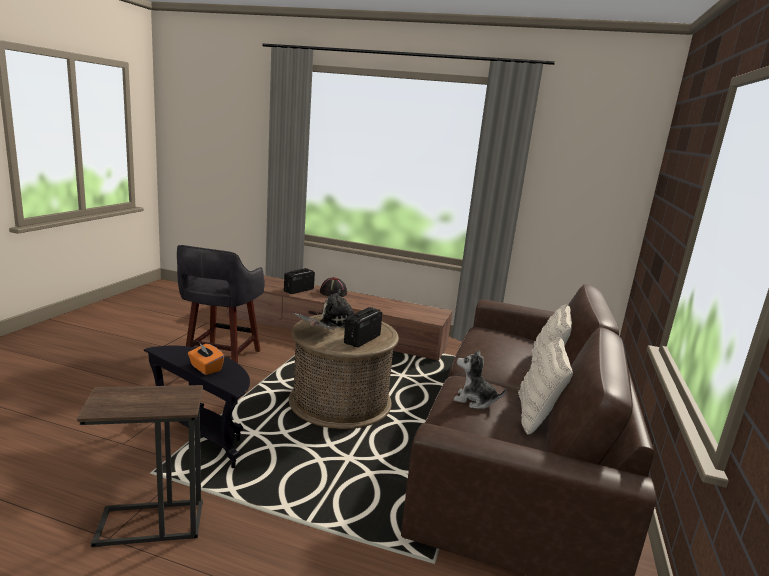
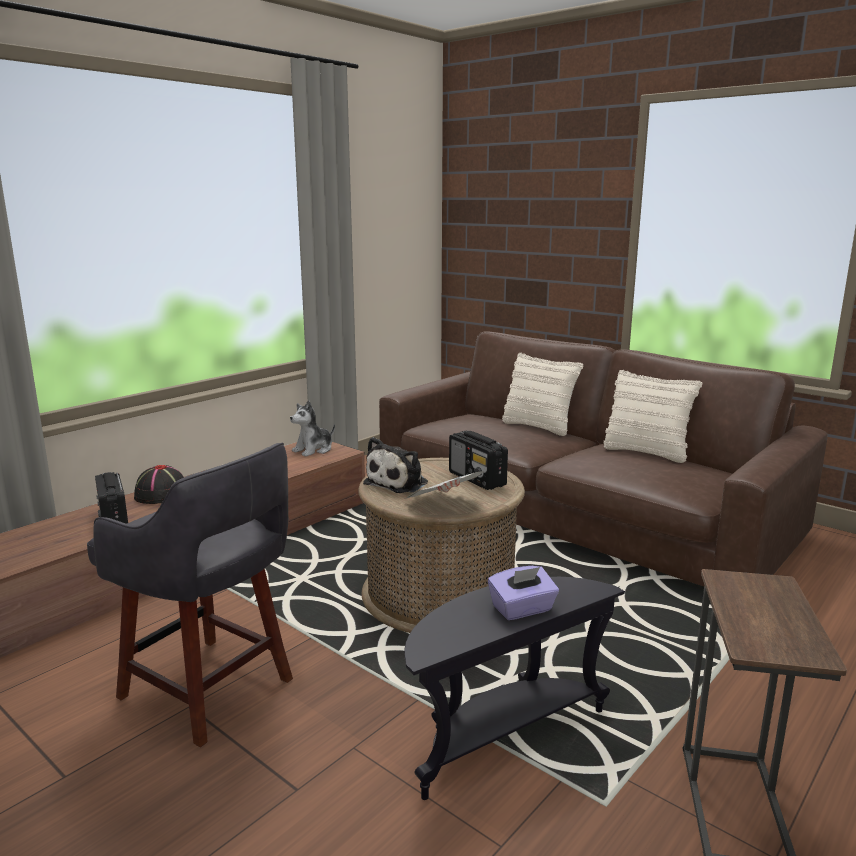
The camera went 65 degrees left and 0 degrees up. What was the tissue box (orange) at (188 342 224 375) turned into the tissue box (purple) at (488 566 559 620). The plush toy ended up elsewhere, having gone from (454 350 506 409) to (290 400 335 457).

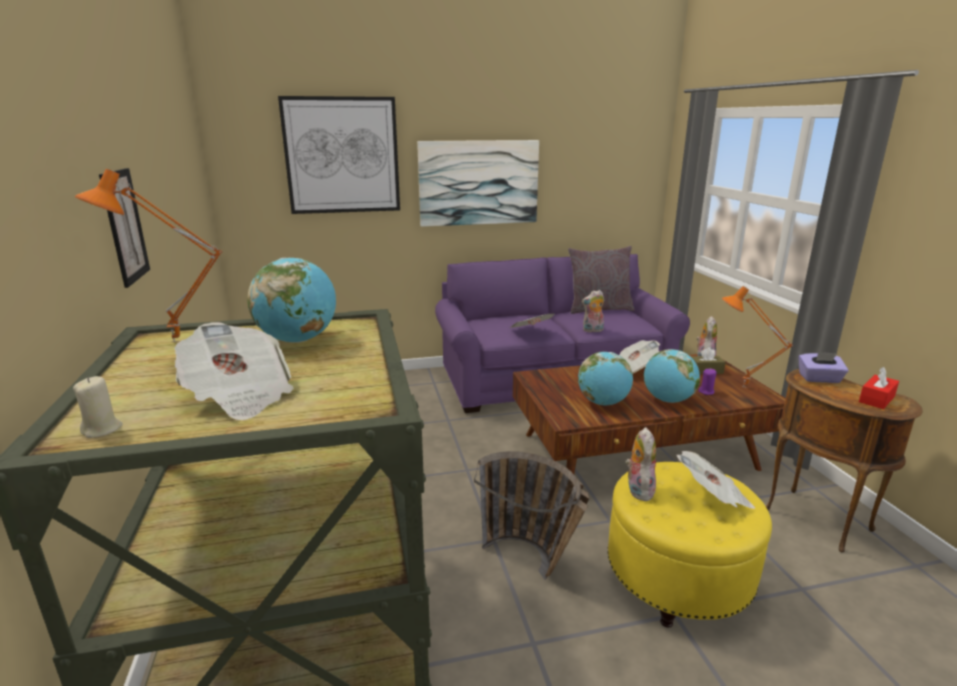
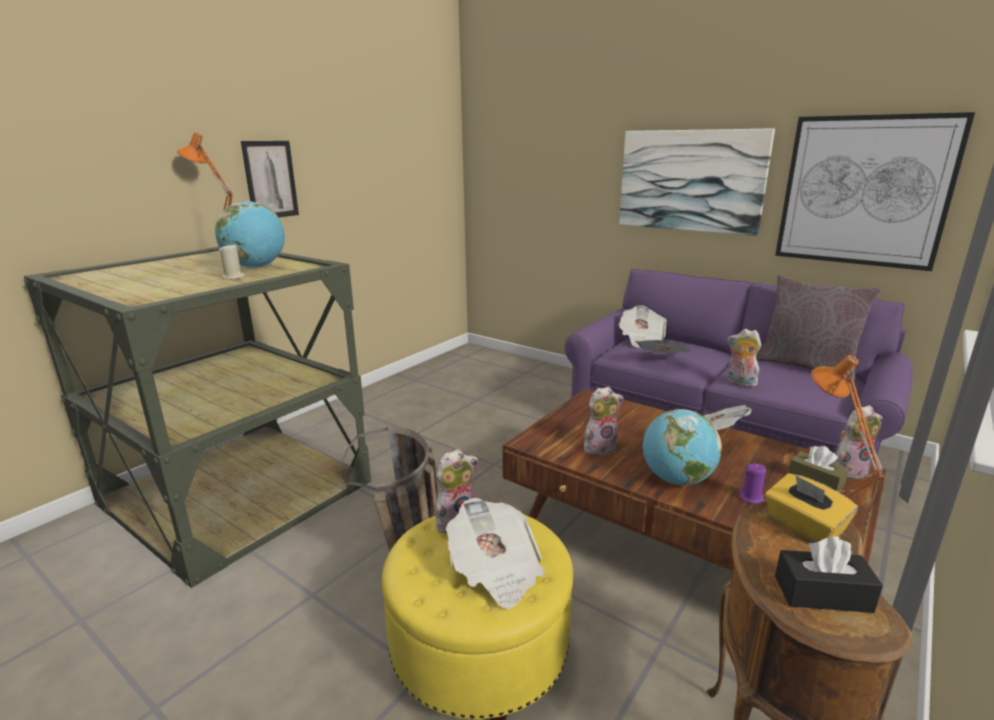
The camera went 50 degrees right and 0 degrees up. The candle (beige) ended up elsewhere, having gone from (73 376 123 438) to (219 243 246 279). The newspaper ended up elsewhere, having gone from (174 322 294 420) to (618 305 667 348). The picture ended up elsewhere, having gone from (278 96 400 214) to (775 112 975 271). Where the globe stood at (578 352 633 405), the plush toy came to stand at (584 387 624 455). What was the tissue box (purple) at (798 352 849 383) turned into the tissue box (yellow) at (765 473 858 543). What was the tissue box (red) at (859 367 899 409) turned into the tissue box (black) at (775 536 883 613).

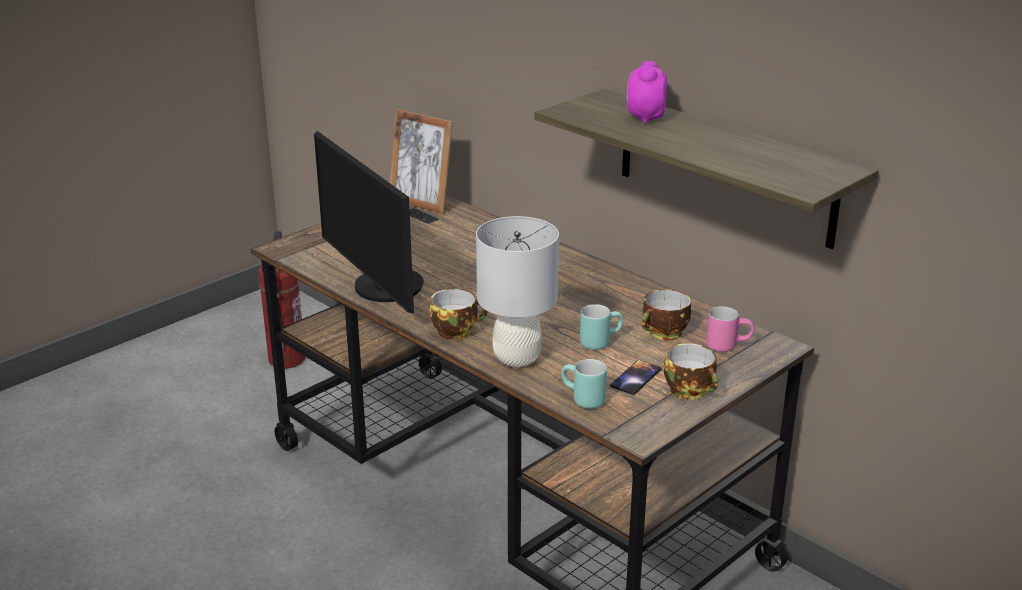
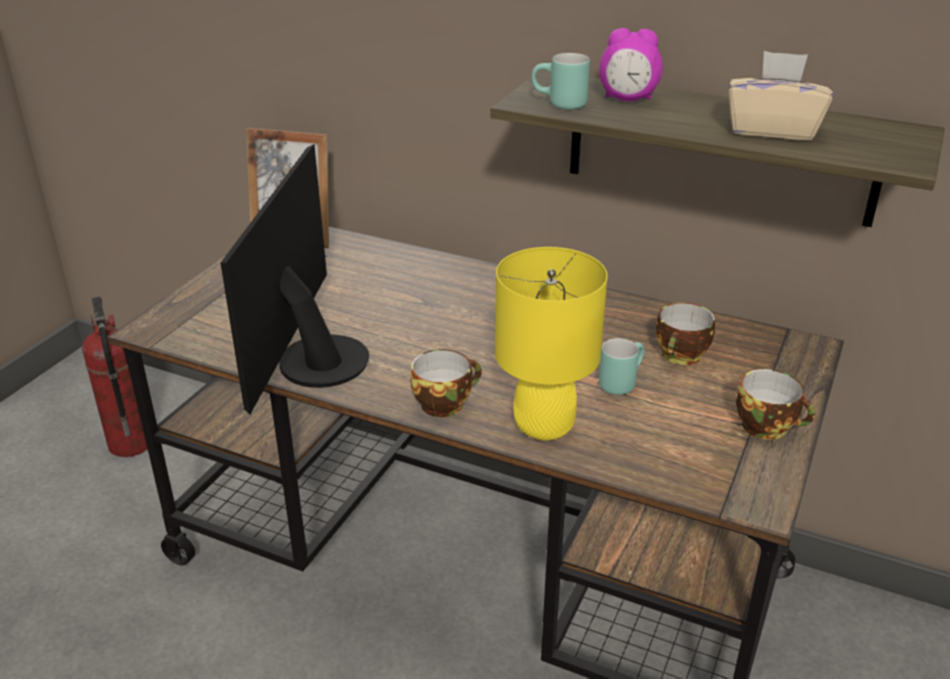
The camera went 20 degrees left and 5 degrees up. The monitor at (314 131 424 314) ended up facing another way, 60 degrees clockwise from before. What was the table lamp (grey) at (476 216 559 367) turned into the table lamp (yellow) at (495 247 608 441). The mug (turquoise) ended up elsewhere, having gone from (562 359 607 409) to (532 53 590 110). The second view lost the phone at (610 360 662 395). The alarm clock at (627 61 667 124) ended up facing another way, 75 degrees counterclockwise from before. The second view lost the mug (pink) at (706 306 754 352). The second view gained the tissue box (beige) at (728 51 833 140).

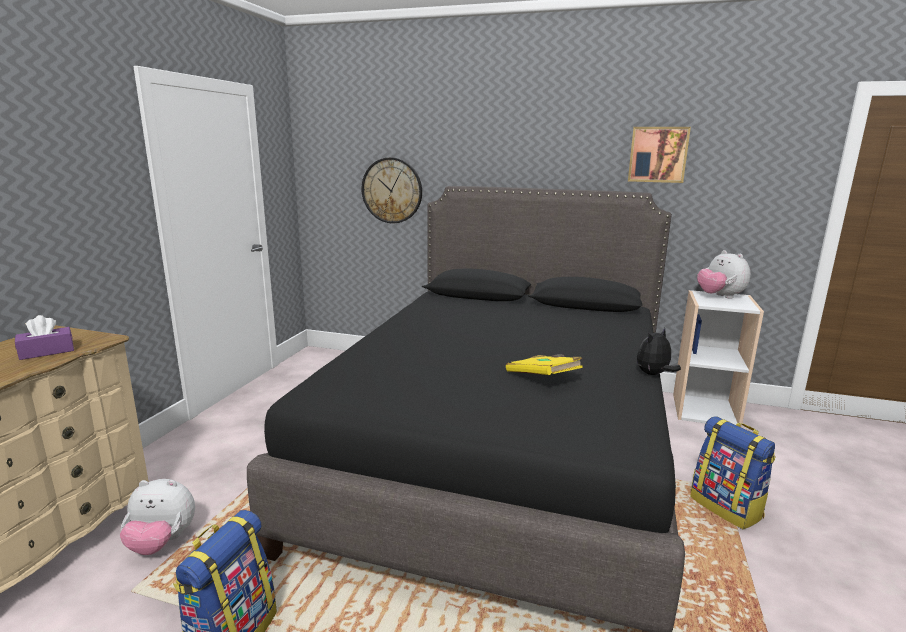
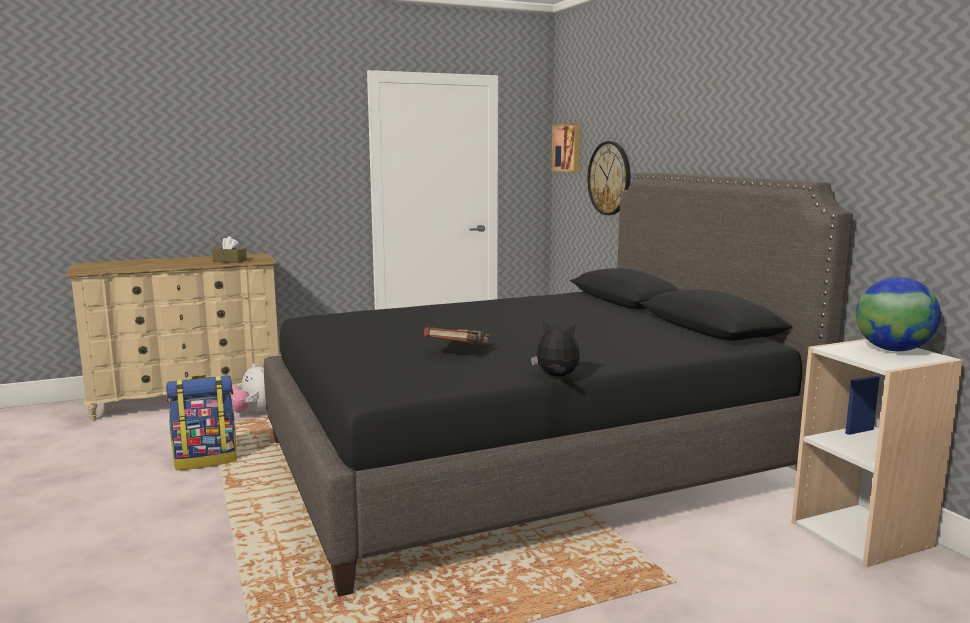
The camera went 50 degrees right and 5 degrees down. What was the tissue box (purple) at (15 315 74 360) turned into the tissue box (brown) at (212 236 247 263). What was the book (yellow) at (506 354 583 375) turned into the book (brown) at (424 327 490 345). The picture ended up elsewhere, having gone from (628 127 691 183) to (552 123 581 172). The second view lost the backpack at (690 416 776 530). Where the plush toy stood at (697 250 751 298), the globe came to stand at (856 277 941 351).

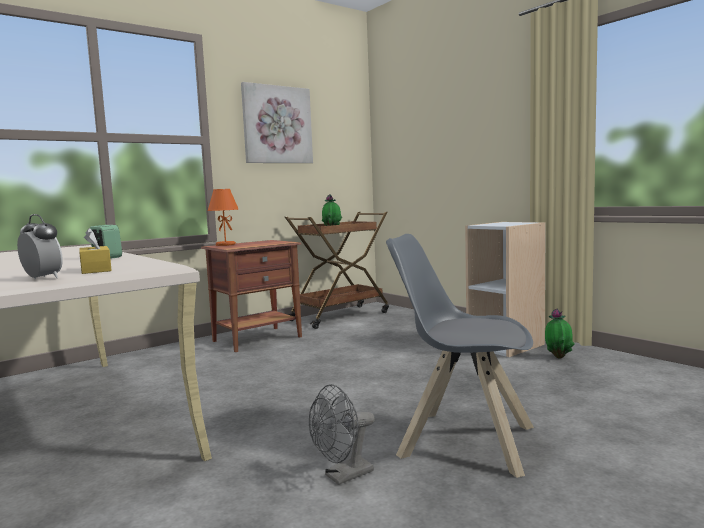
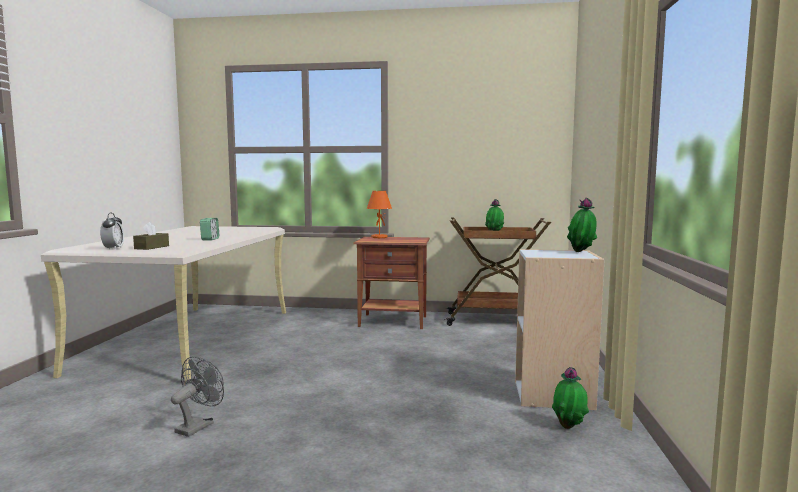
The camera went 45 degrees right and 0 degrees up. What was the tissue box (yellow) at (79 228 112 274) turned into the tissue box (brown) at (133 222 169 250). The second view lost the picture at (241 82 313 163). The fan (grey) at (309 384 375 485) ended up facing another way, 105 degrees clockwise from before. The second view lost the chair (grey) at (386 234 534 478). The second view gained the potted plant at (567 198 597 252).

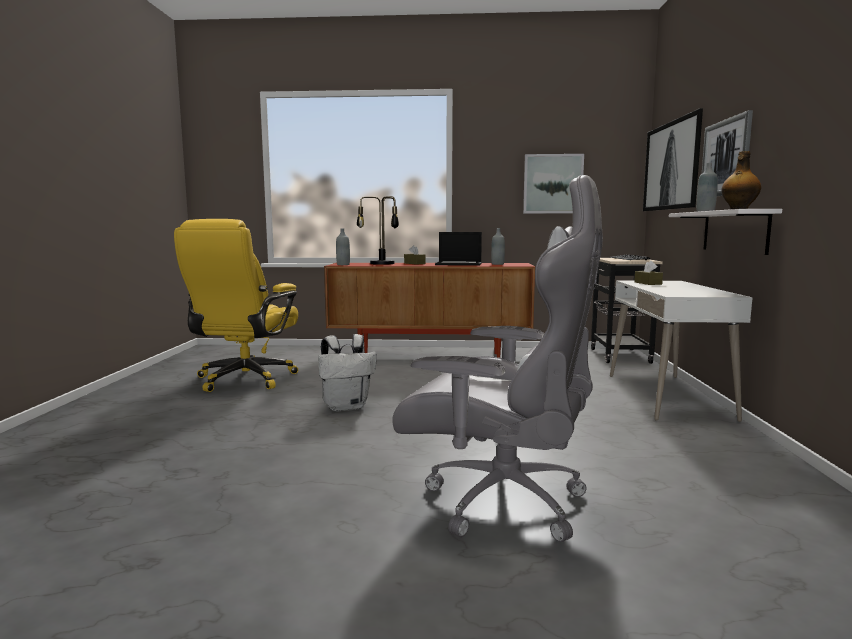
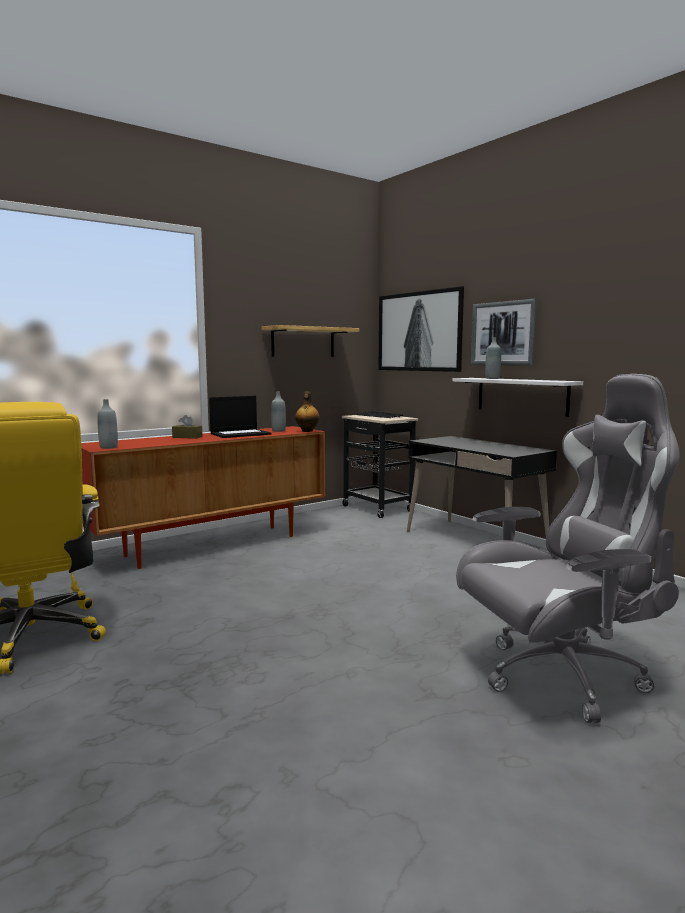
The camera went 40 degrees left and 0 degrees up. The second view lost the backpack (white) at (318 334 377 412). The second view lost the table lamp at (357 196 399 265). Where the picture hung at (523 154 584 214), the shelf came to hang at (262 325 359 357). What was the desk (white) at (610 281 753 422) turned into the desk (black) at (407 436 557 534). The second view lost the tissue box (brown) at (634 260 663 285). The bottle ended up elsewhere, having gone from (721 151 761 209) to (295 392 320 432).

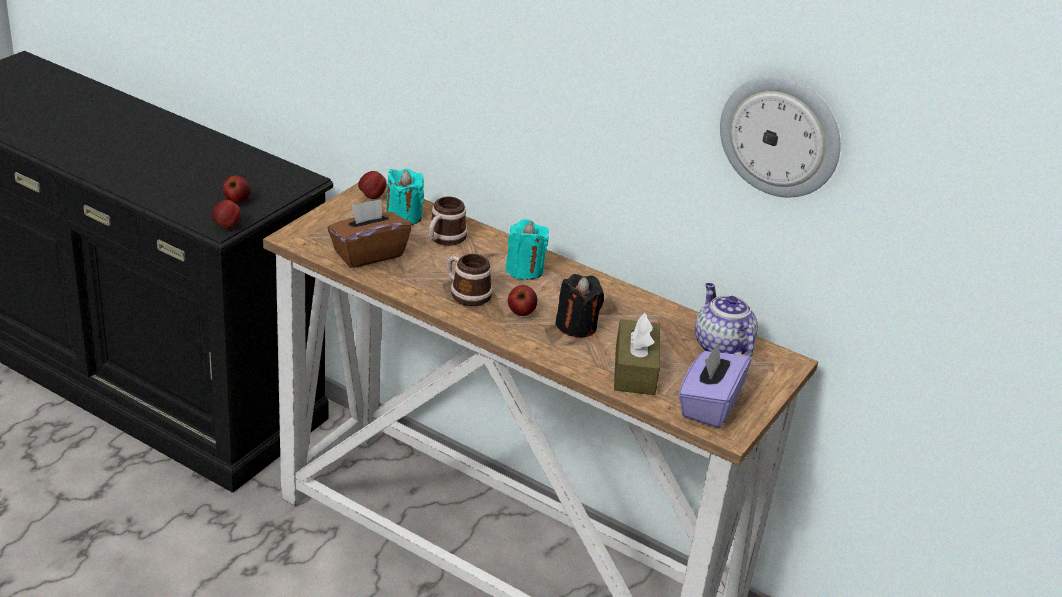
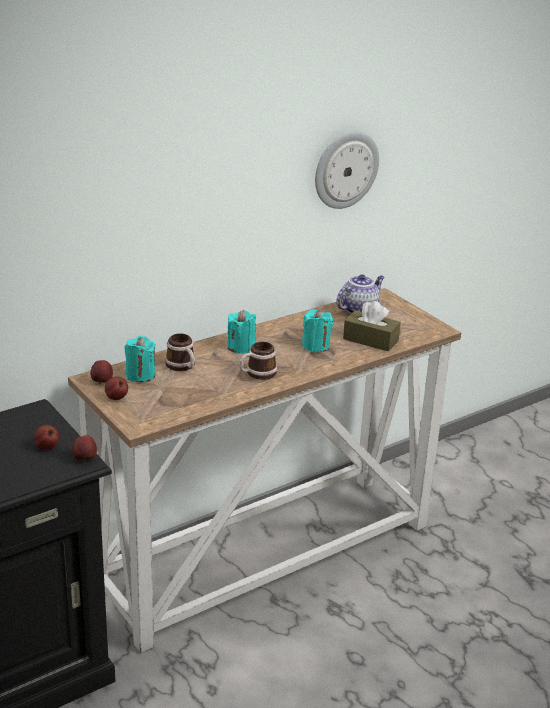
The camera went 65 degrees left and 5 degrees down. The second view lost the tissue box (brown) at (327 199 412 268). The apple ended up elsewhere, having gone from (508 285 538 316) to (105 377 128 400). What was the candle (black) at (555 274 604 338) turned into the candle (turquoise) at (302 309 333 352). The second view lost the tissue box (purple) at (678 343 751 428). The teapot at (695 283 758 357) ended up facing another way, 135 degrees clockwise from before.

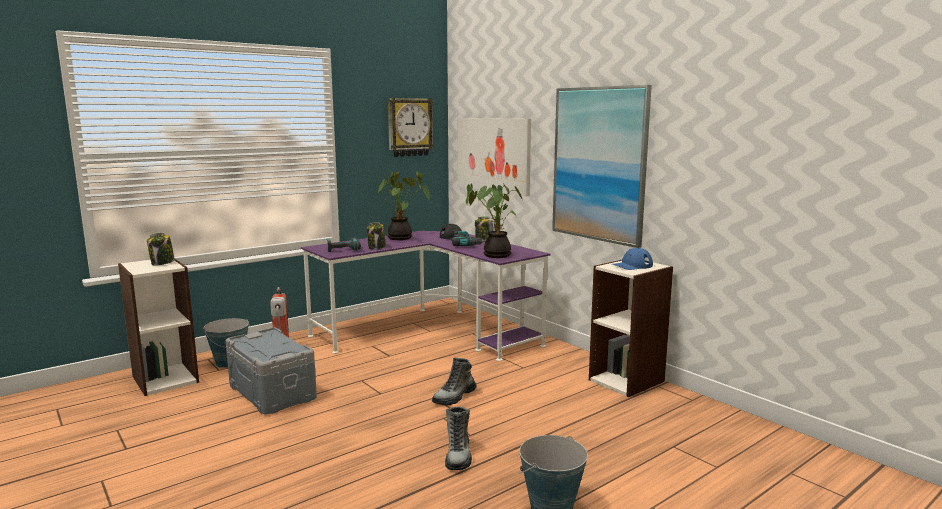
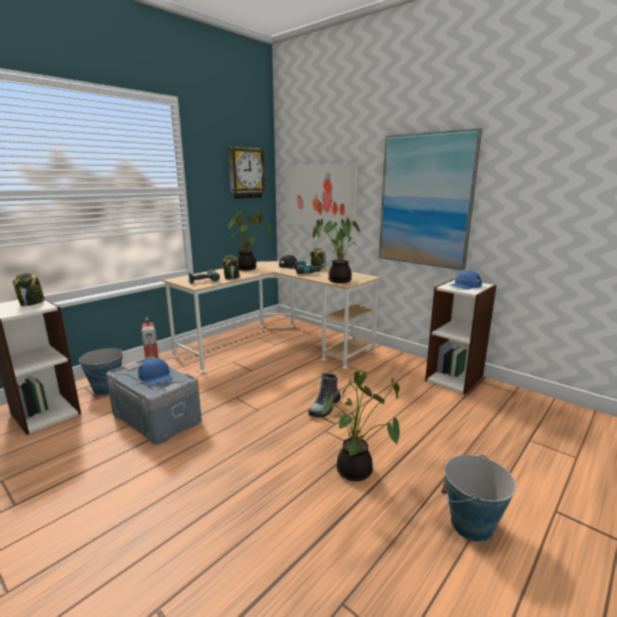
The camera went 10 degrees left and 5 degrees up. What was the desk (purple) at (301 231 551 361) turned into the desk (beige) at (163 261 381 372). Where the boot stood at (445 407 472 470), the potted plant came to stand at (322 371 400 481). The second view gained the cap (blue) at (138 358 173 385).

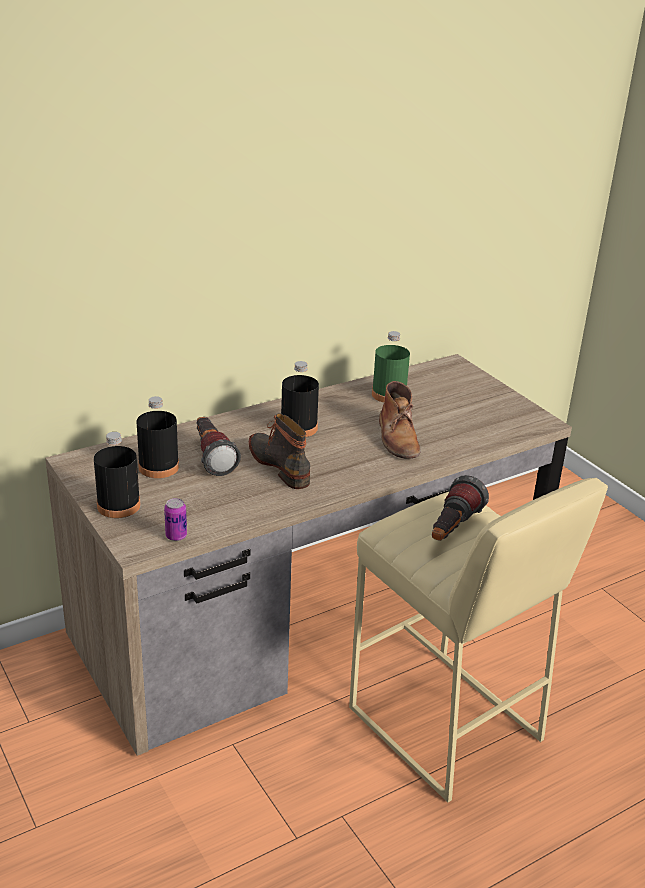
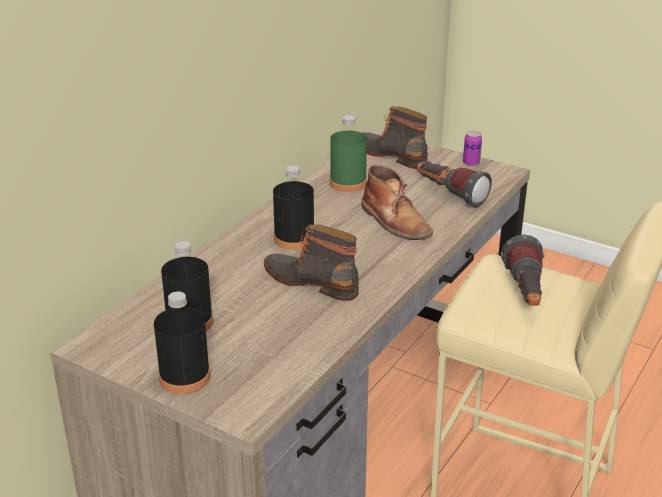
The camera went 25 degrees left and 0 degrees up. The can ended up elsewhere, having gone from (164 498 187 541) to (463 131 482 166). The flashlight ended up elsewhere, having gone from (196 417 241 476) to (417 162 492 207). The second view gained the boot at (362 106 428 169).

